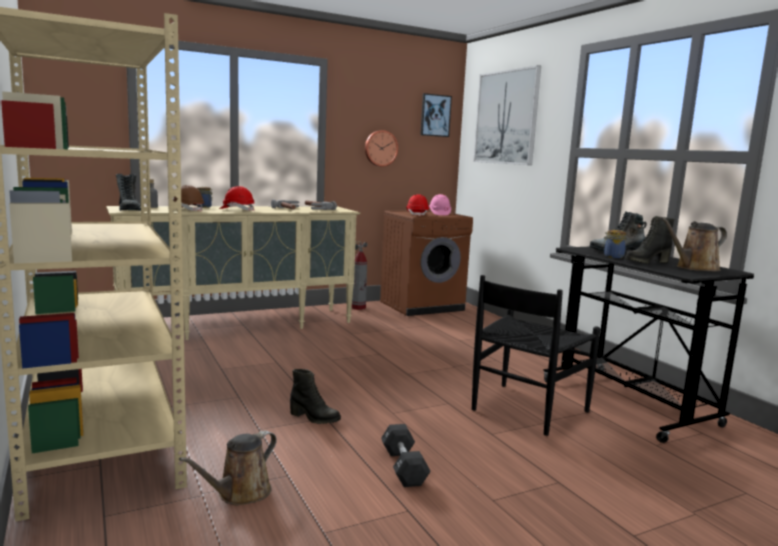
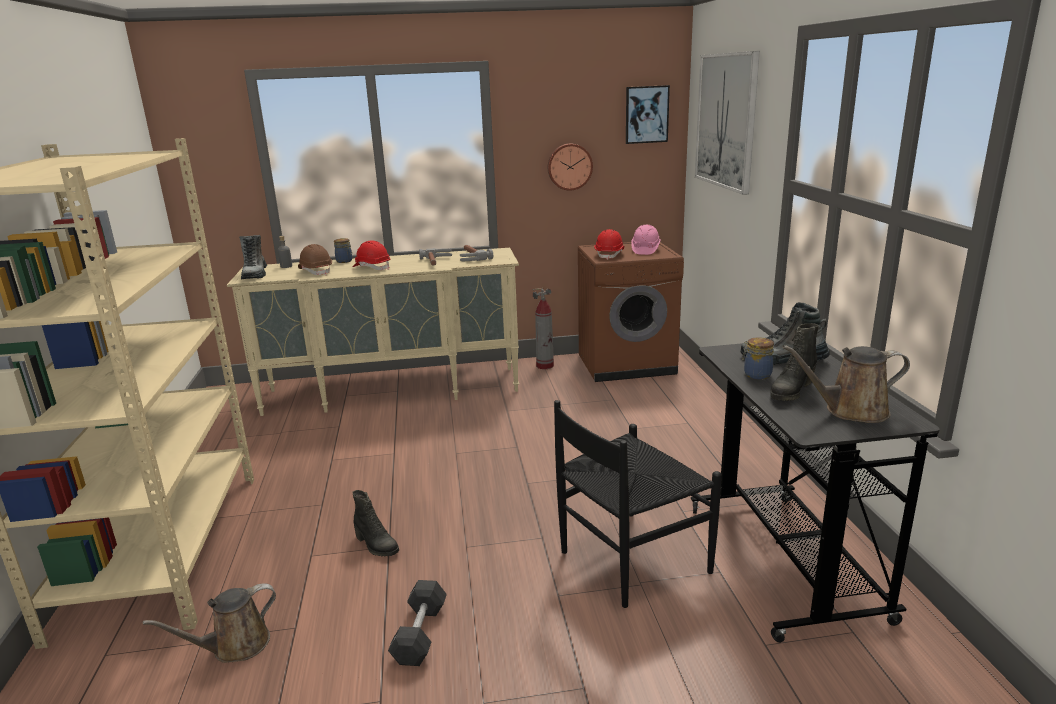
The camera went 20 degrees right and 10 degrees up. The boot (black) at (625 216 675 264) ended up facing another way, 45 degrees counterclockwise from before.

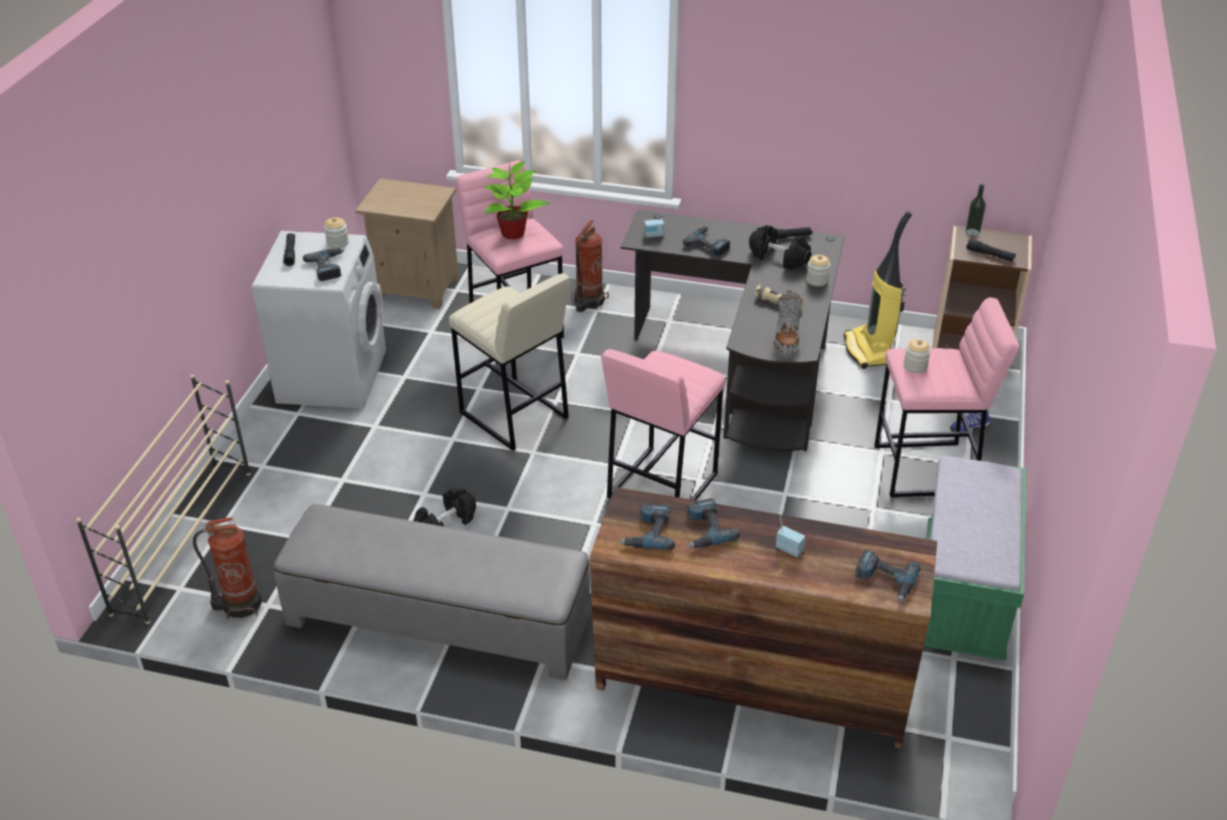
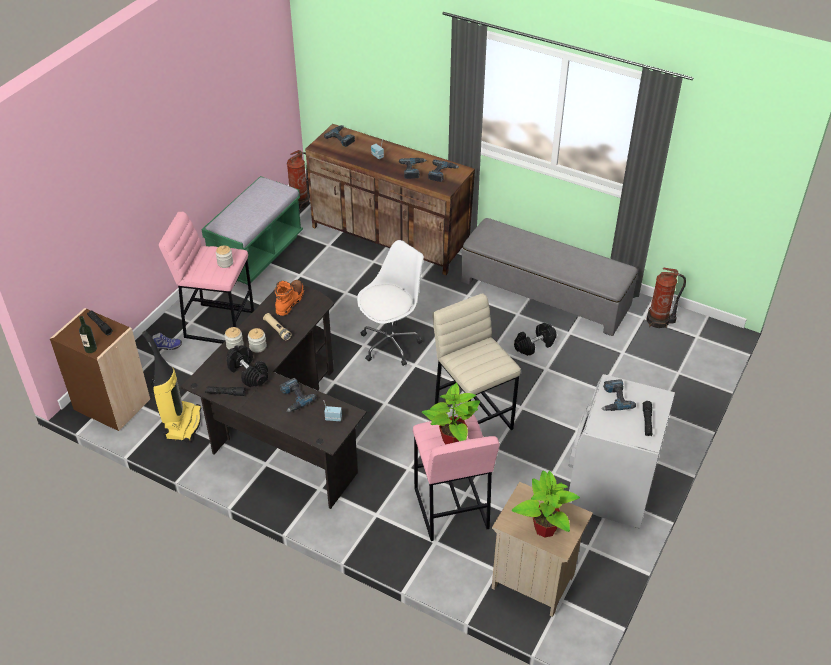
The camera went 165 degrees left and 5 degrees up. The second view lost the shoe rack (beige) at (76 375 251 624). The jar ended up elsewhere, having gone from (324 217 349 249) to (248 328 267 353). The fire extinguisher ended up elsewhere, having gone from (571 219 609 312) to (287 150 310 210). Where the stool (pink) stood at (601 349 726 500), the office chair (white) came to stand at (357 240 424 366). What was the boot (grey) at (774 290 803 355) turned into the boot (orange) at (275 280 304 316). The second view gained the potted plant at (512 470 580 538).

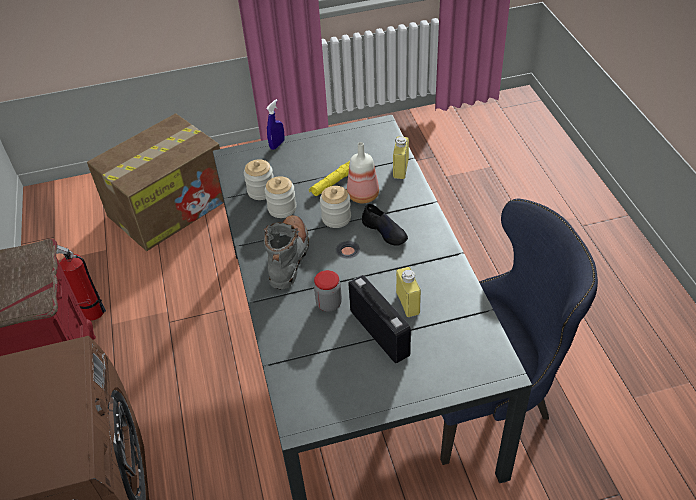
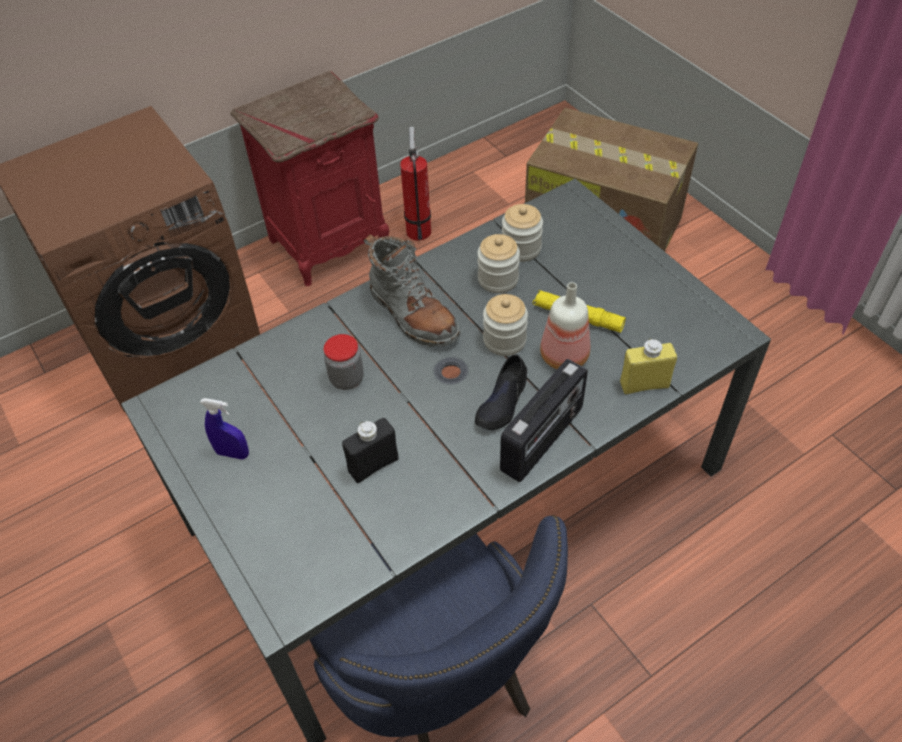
The camera went 70 degrees right and 5 degrees up. The boot (grey) at (264 215 309 290) ended up facing another way, 60 degrees clockwise from before. The spray bottle (blue) ended up elsewhere, having gone from (266 99 285 150) to (200 398 249 459). The radio ended up elsewhere, having gone from (348 275 411 363) to (500 359 588 482). What was the bottle (yellow) at (396 267 421 317) turned into the bottle (black) at (342 418 398 483).

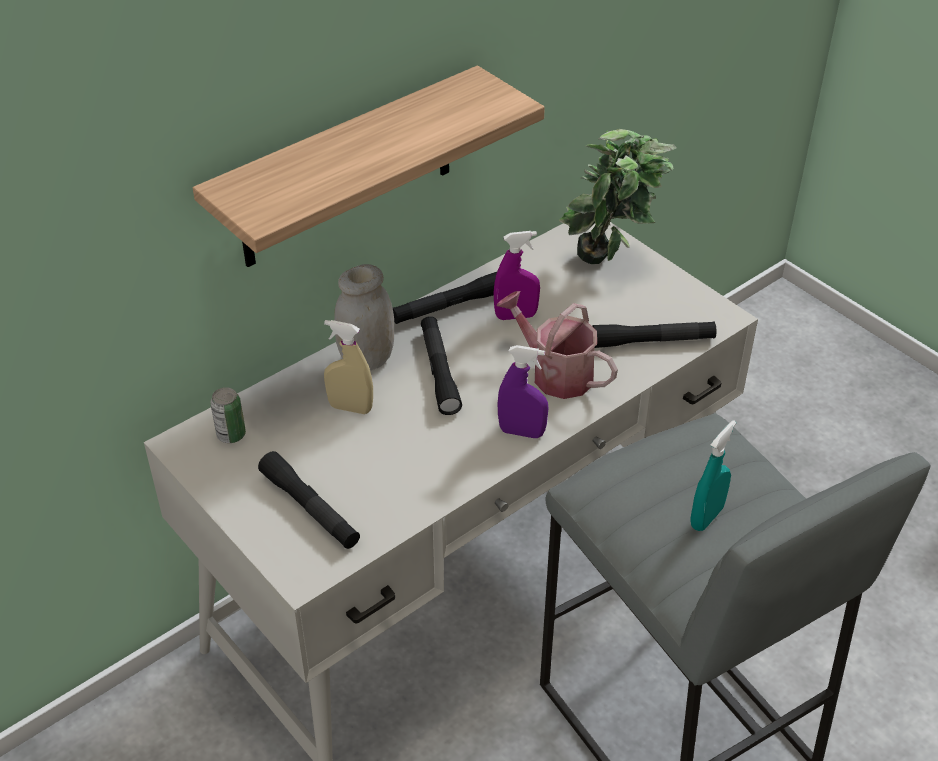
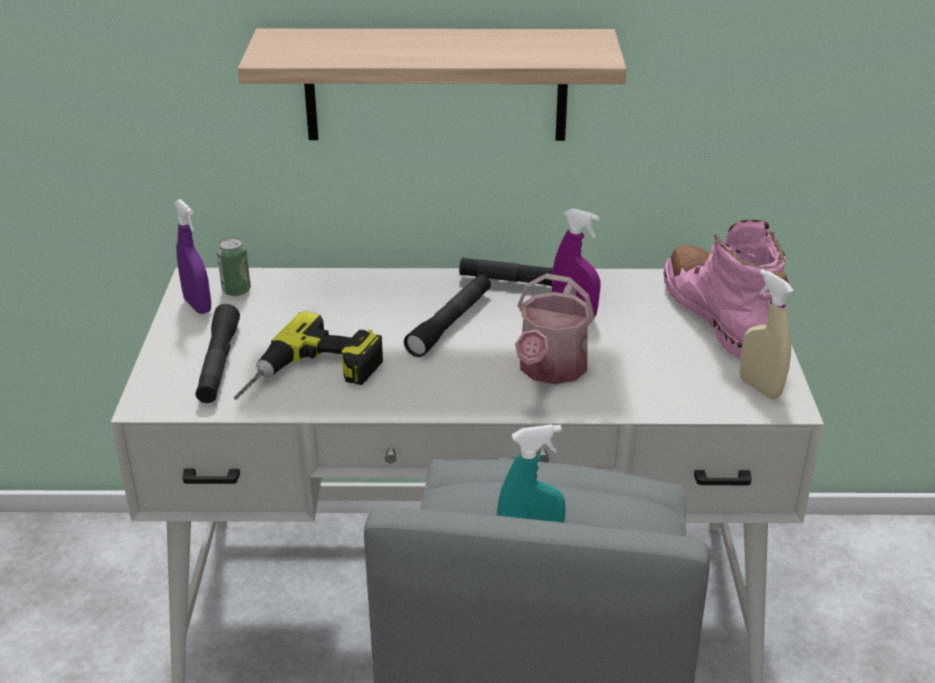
The camera went 40 degrees right and 10 degrees down. The spray bottle (beige) ended up elsewhere, having gone from (324 320 373 414) to (740 269 794 399). The second view lost the jar (white) at (334 264 394 370). The watering can at (496 291 618 399) ended up facing another way, 150 degrees counterclockwise from before. The spray bottle (purple) ended up elsewhere, having gone from (498 345 549 438) to (174 199 211 314). Where the potted plant stood at (559 129 677 264), the boot (pink) came to stand at (663 219 789 359). The second view lost the flashlight (black) at (592 321 716 348). The second view gained the power drill at (233 311 383 400).

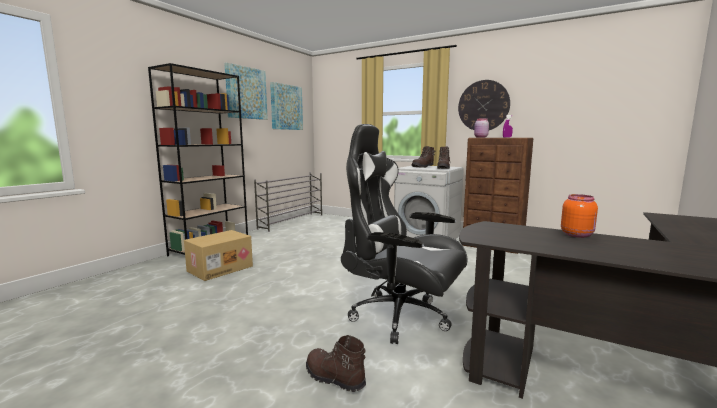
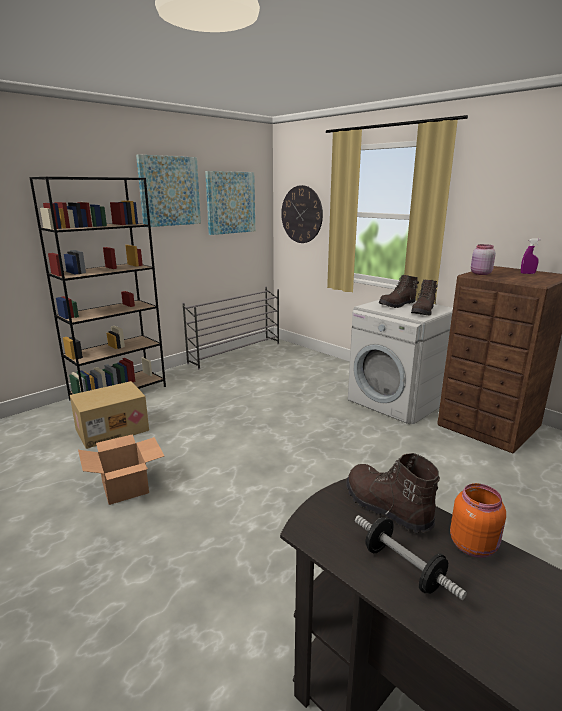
The camera went 15 degrees right and 10 degrees up. The boot (brown) ended up elsewhere, having gone from (306 335 366 392) to (346 453 440 533). The second view lost the office chair (black) at (341 124 468 344). The wall clock ended up elsewhere, having gone from (458 80 510 130) to (281 185 323 243). The second view gained the cardboard box at (78 434 164 505). The second view gained the dumbbell at (355 515 467 600).

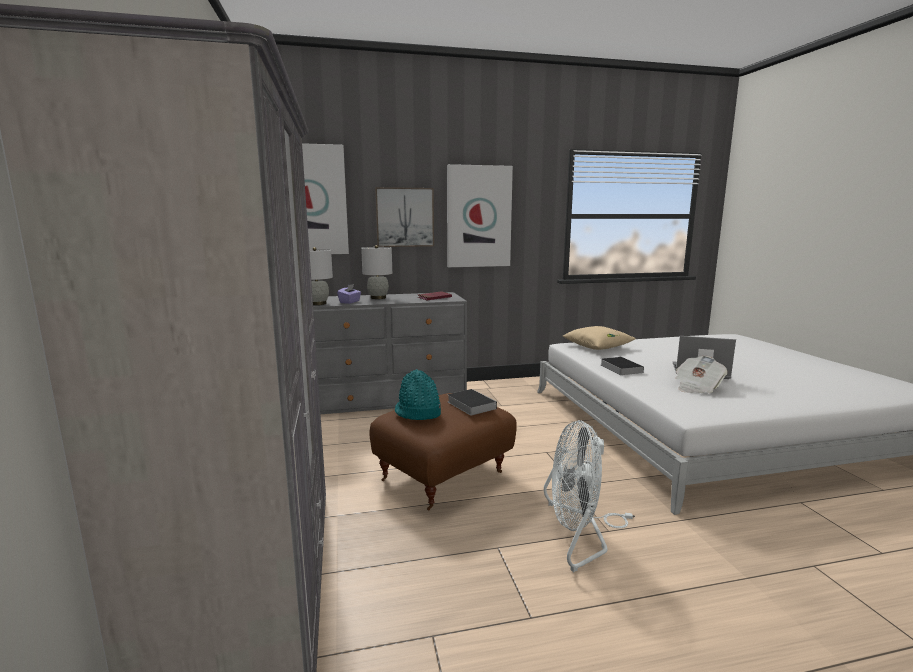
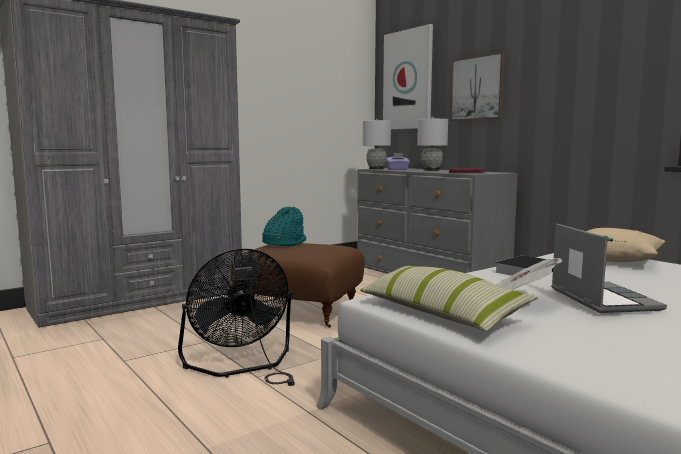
The camera went 65 degrees right and 5 degrees down. The second view lost the picture at (447 164 513 267). The second view lost the book at (447 389 497 416). What was the fan (white) at (544 420 634 572) turned into the fan (black) at (178 249 294 386). The second view gained the pillow at (360 266 538 331).

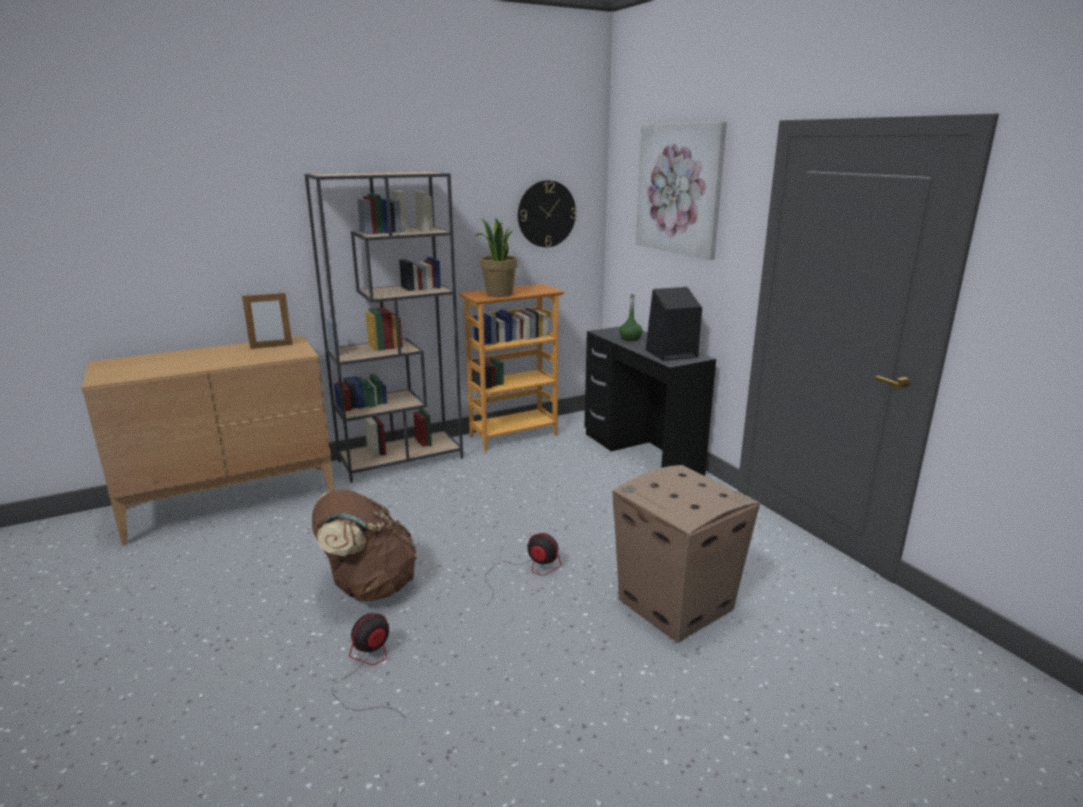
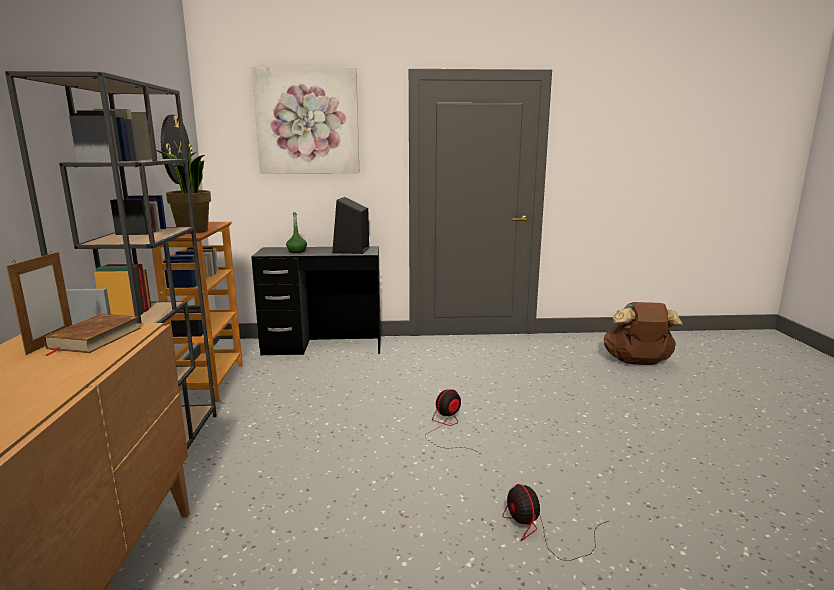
The camera went 65 degrees left and 5 degrees down. The backpack (brown) ended up elsewhere, having gone from (312 490 417 601) to (604 302 683 365). The second view lost the cardboard box at (612 465 760 642). The second view gained the book (brown) at (44 314 141 356).

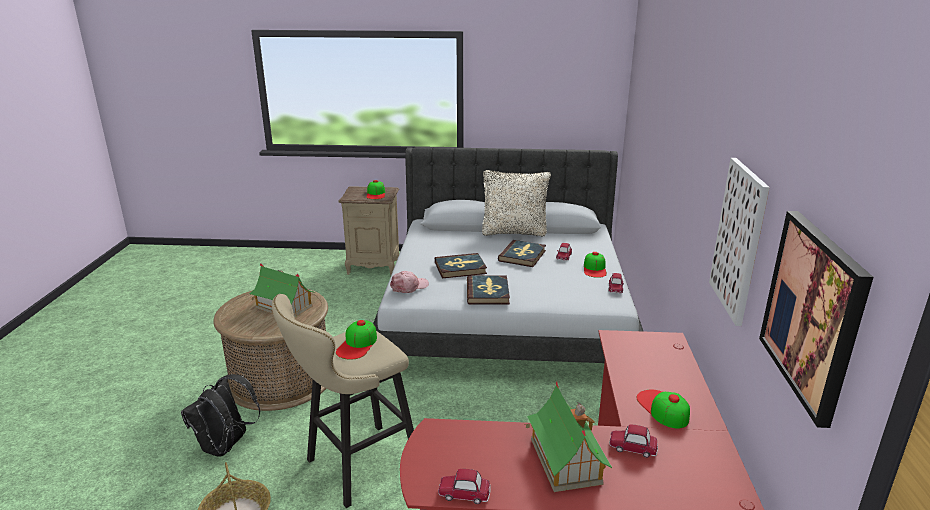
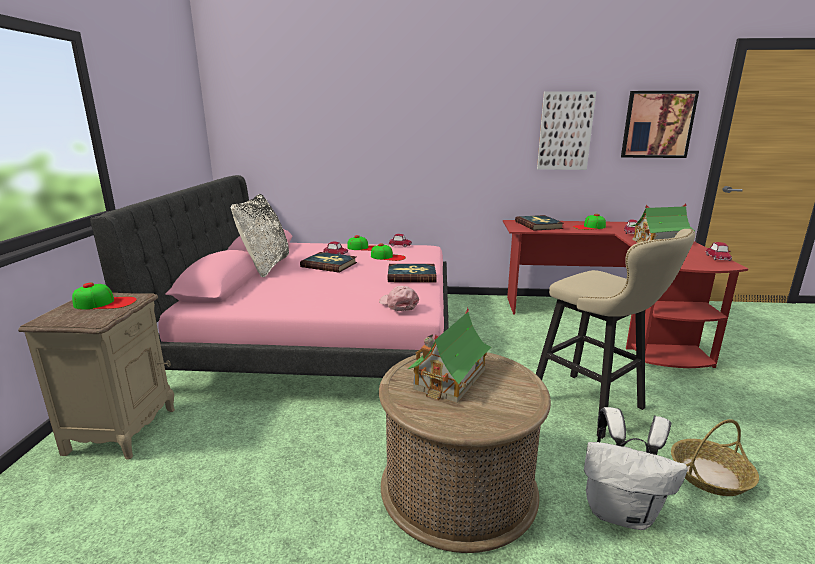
The camera went 90 degrees left and 5 degrees down. What was the backpack (black) at (181 374 260 457) turned into the backpack (white) at (584 407 687 530). The cap ended up elsewhere, having gone from (336 320 377 360) to (371 243 406 261). What was the bed (grey) at (373 147 644 363) turned into the bed (pink) at (90 175 449 378). The book ended up elsewhere, having gone from (435 253 487 279) to (515 215 564 231).

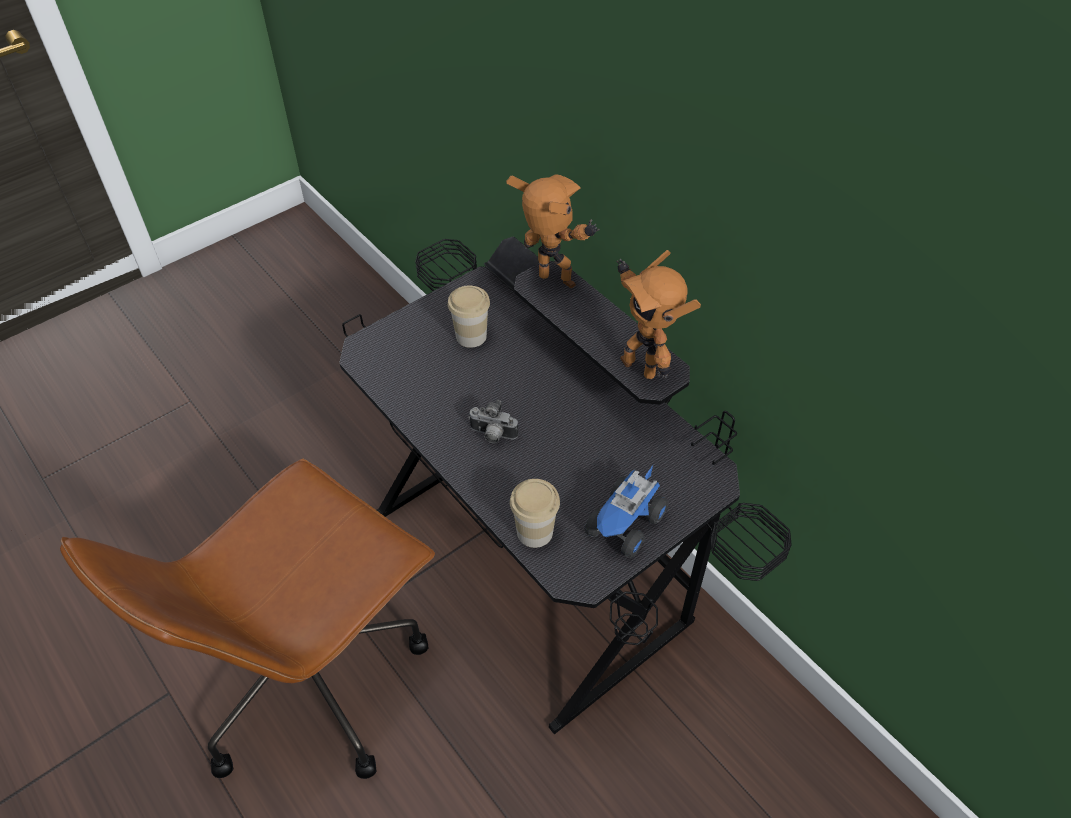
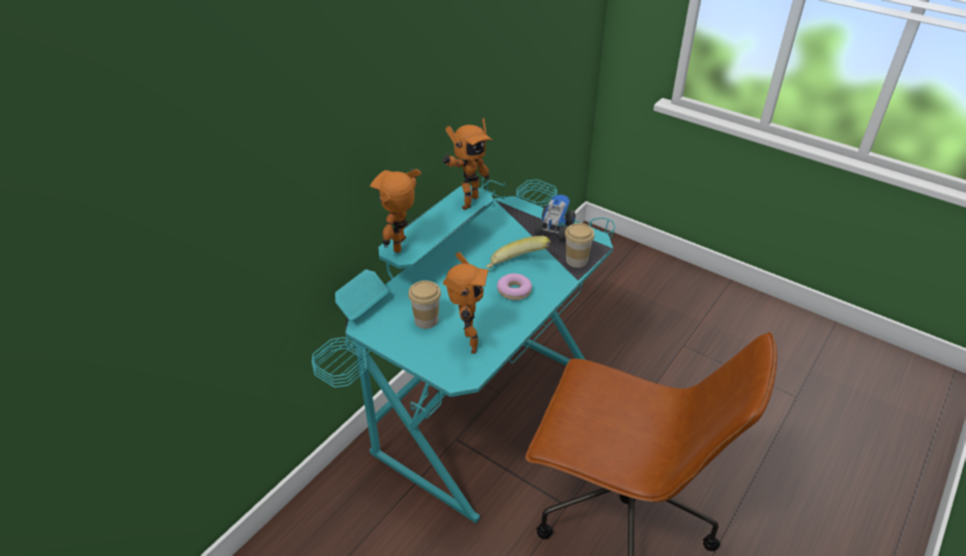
The camera went 105 degrees left and 10 degrees down. What was the desk (black) at (339 236 792 734) turned into the desk (turquoise) at (312 177 615 523). Where the photo camera stood at (468 400 518 443), the donut came to stand at (497 273 532 300). The toy truck at (584 465 668 558) ended up facing another way, 90 degrees counterclockwise from before. The second view gained the toy robot at (443 252 489 354). The second view gained the banana at (486 236 551 268).

